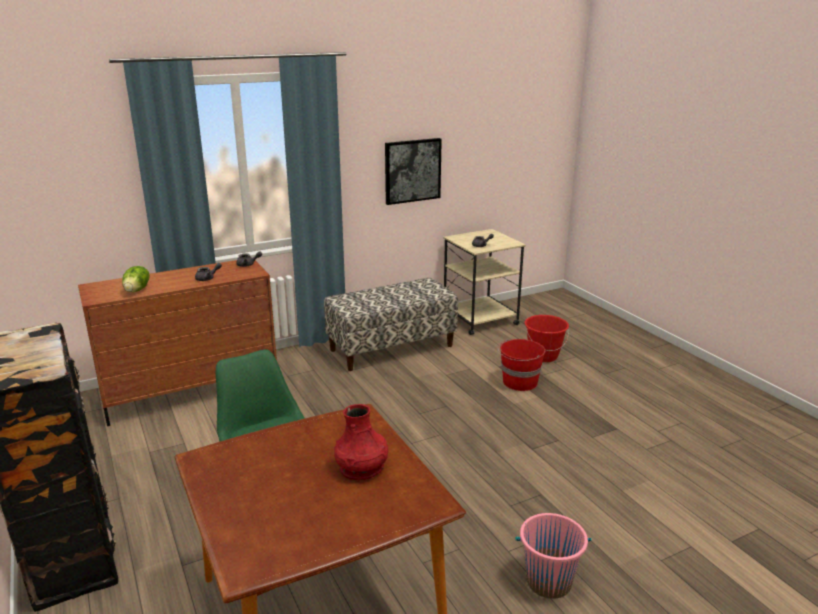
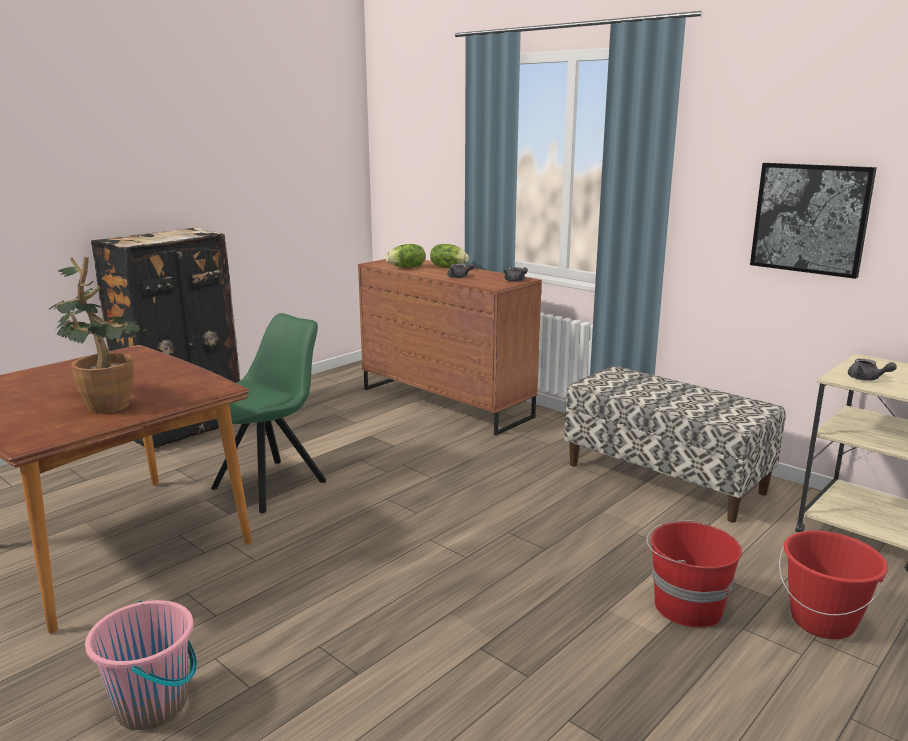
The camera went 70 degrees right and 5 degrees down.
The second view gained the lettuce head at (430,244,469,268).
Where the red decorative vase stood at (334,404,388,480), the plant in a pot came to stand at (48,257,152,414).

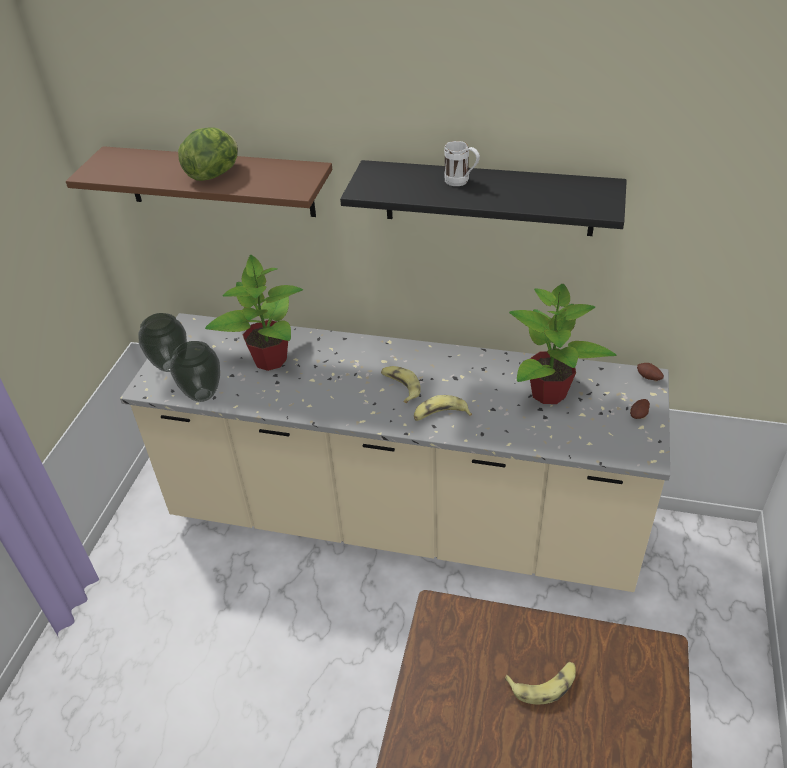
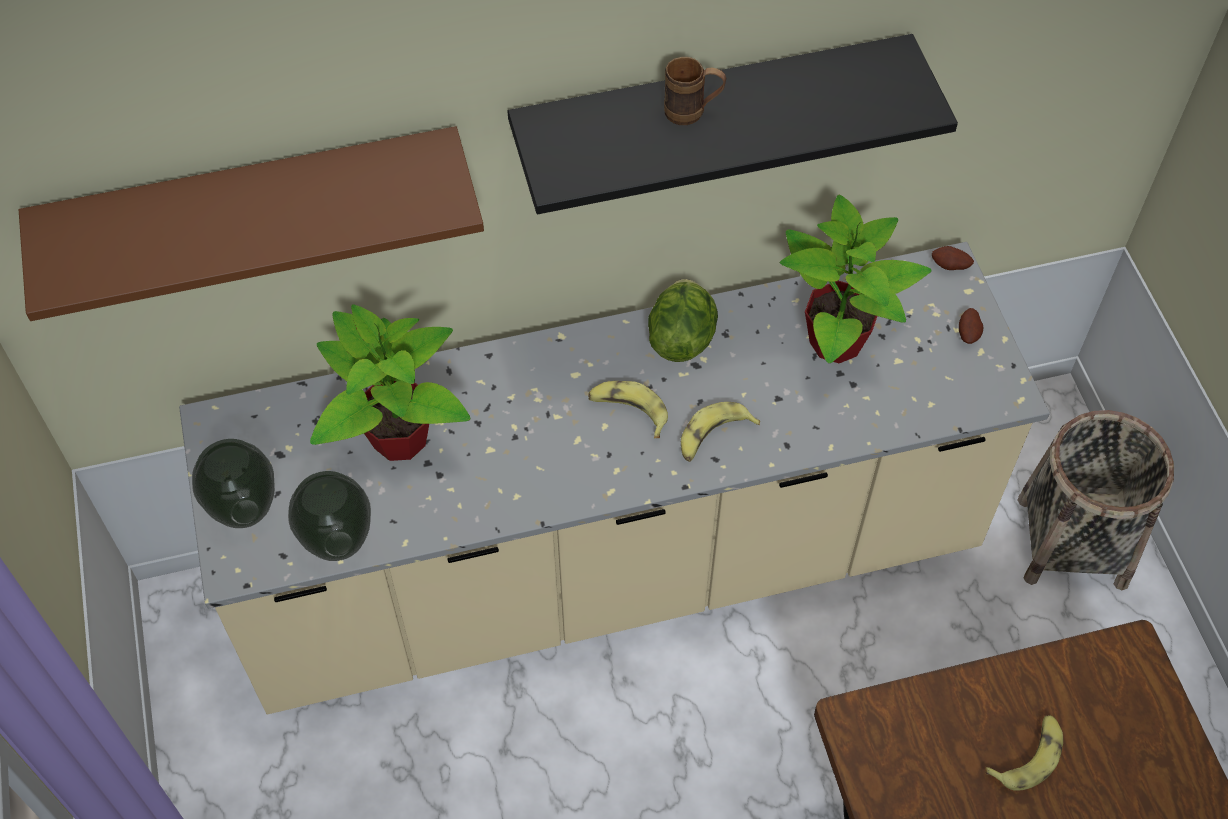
The camera went 30 degrees left and 15 degrees up.
The second view gained the basket at (1018,410,1174,590).
The lettuce head ended up elsewhere, having gone from (178,127,238,181) to (648,279,718,362).
What was the whitish tea mug at (444,141,480,186) turned into the brownish tea mug at (664,57,726,125).

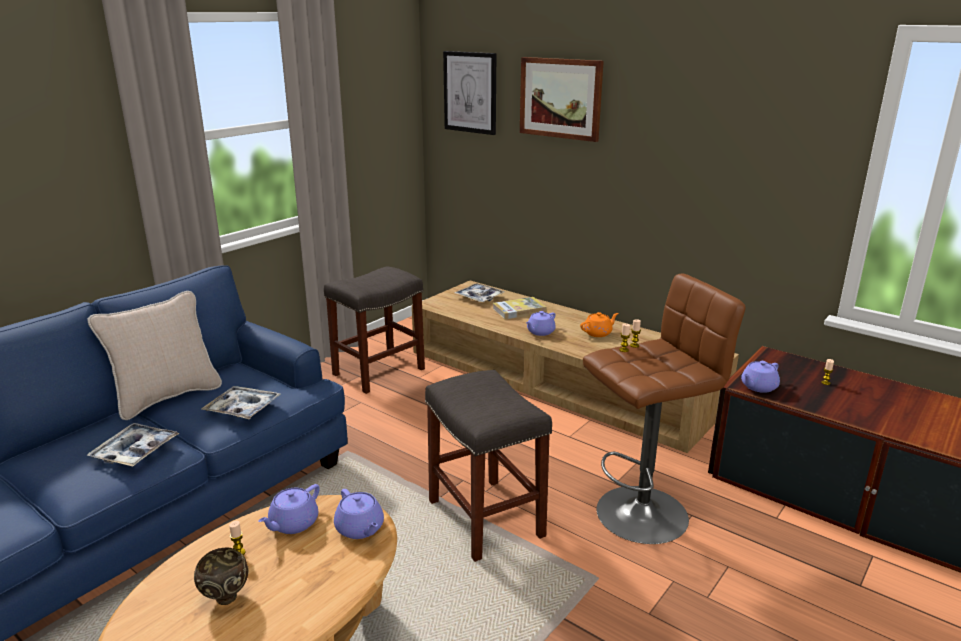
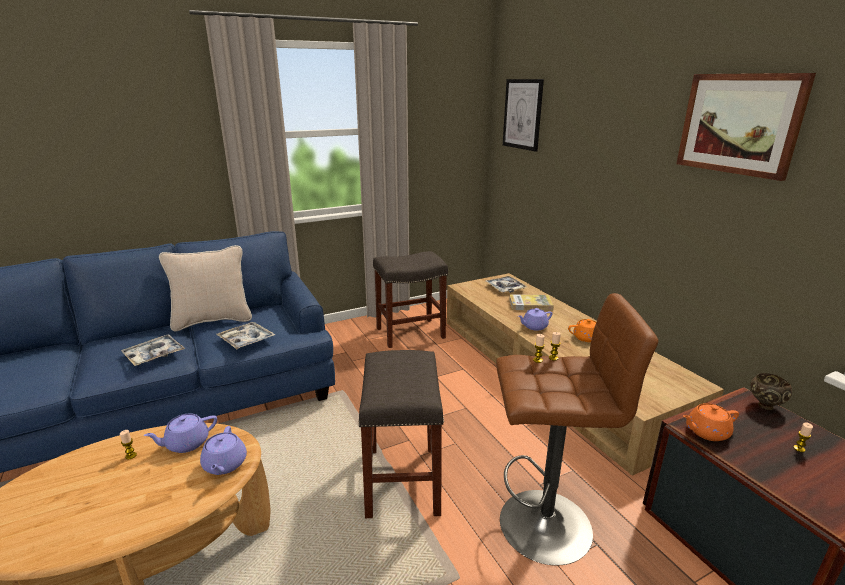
The camera went 25 degrees right and 0 degrees up.
The brownish deep dish ended up elsewhere, having gone from (194,548,248,605) to (750,373,792,410).
The picture ended up elsewhere, having gone from (520,57,604,142) to (676,73,816,181).
What was the purplish pot for tea at (741,361,780,393) turned into the orangey pot for tea at (683,403,739,441).

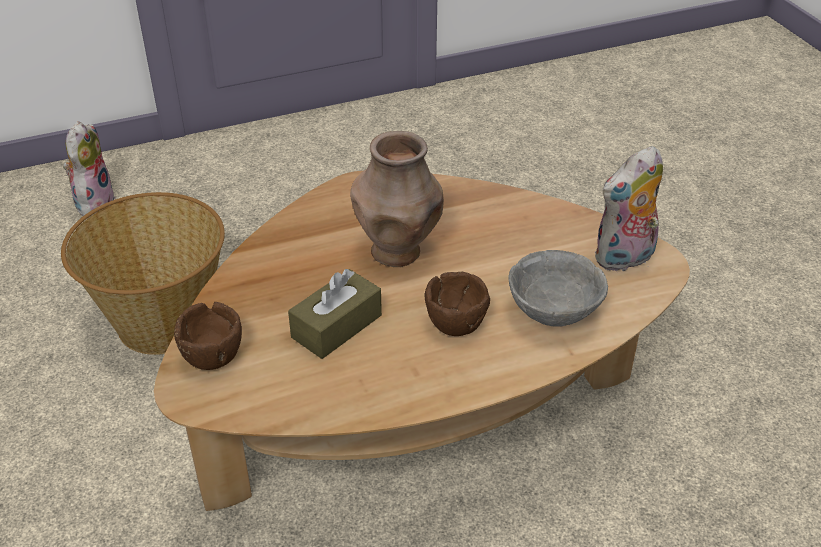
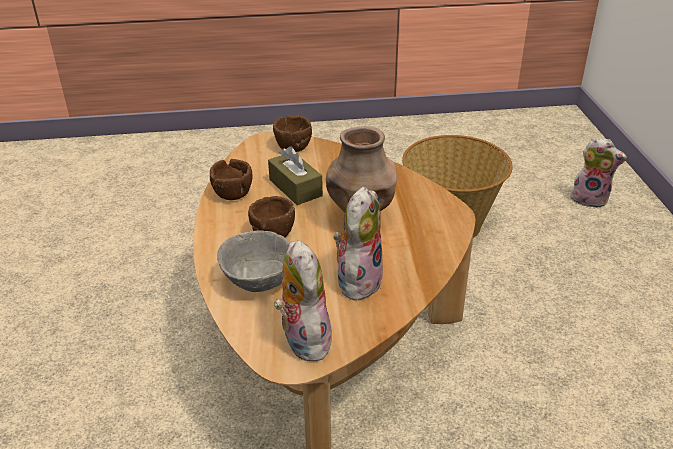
The camera went 105 degrees right and 5 degrees down.
The second view gained the brownish deep dish at (210,159,252,200).
The second view gained the soft toy at (333,187,383,301).

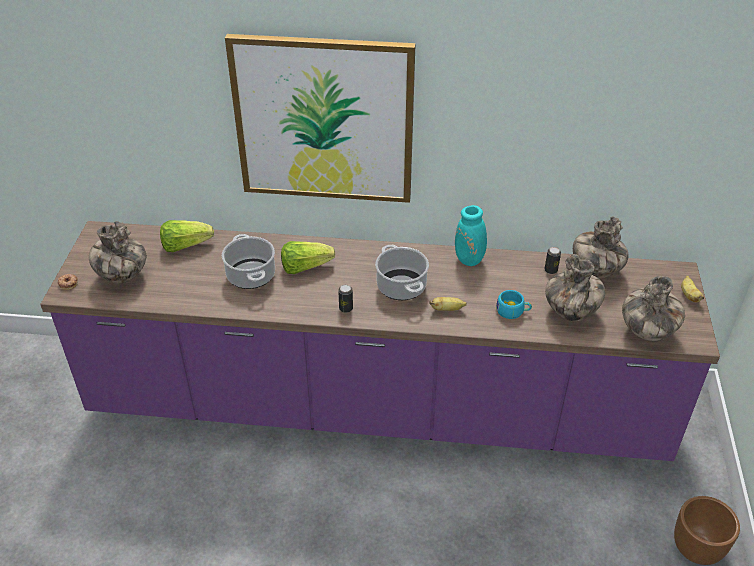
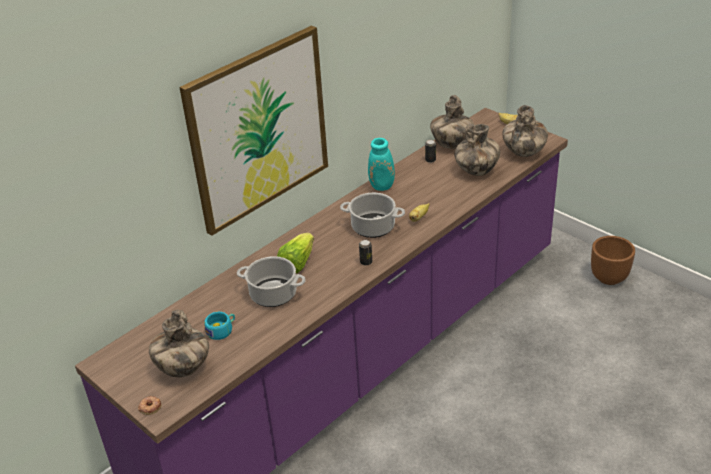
The camera went 50 degrees left and 5 degrees down.
The second view lost the lettuce head at (160,220,214,252).
The blue-green drinking cup ended up elsewhere, having gone from (496,290,532,319) to (204,312,235,340).

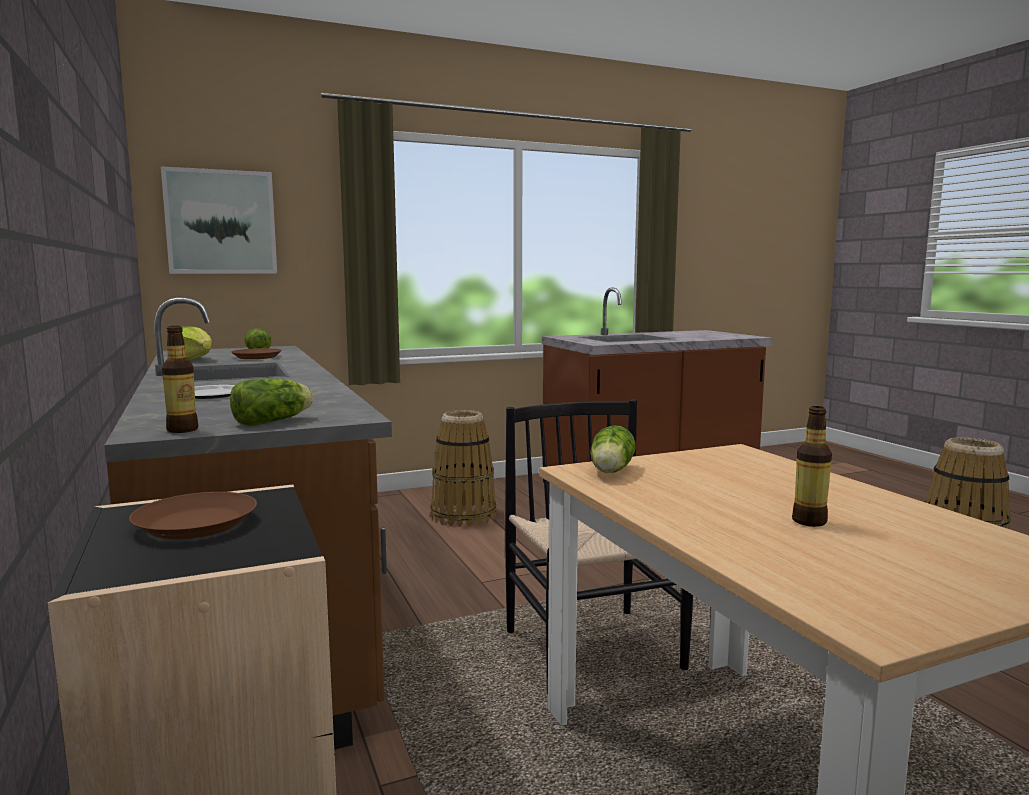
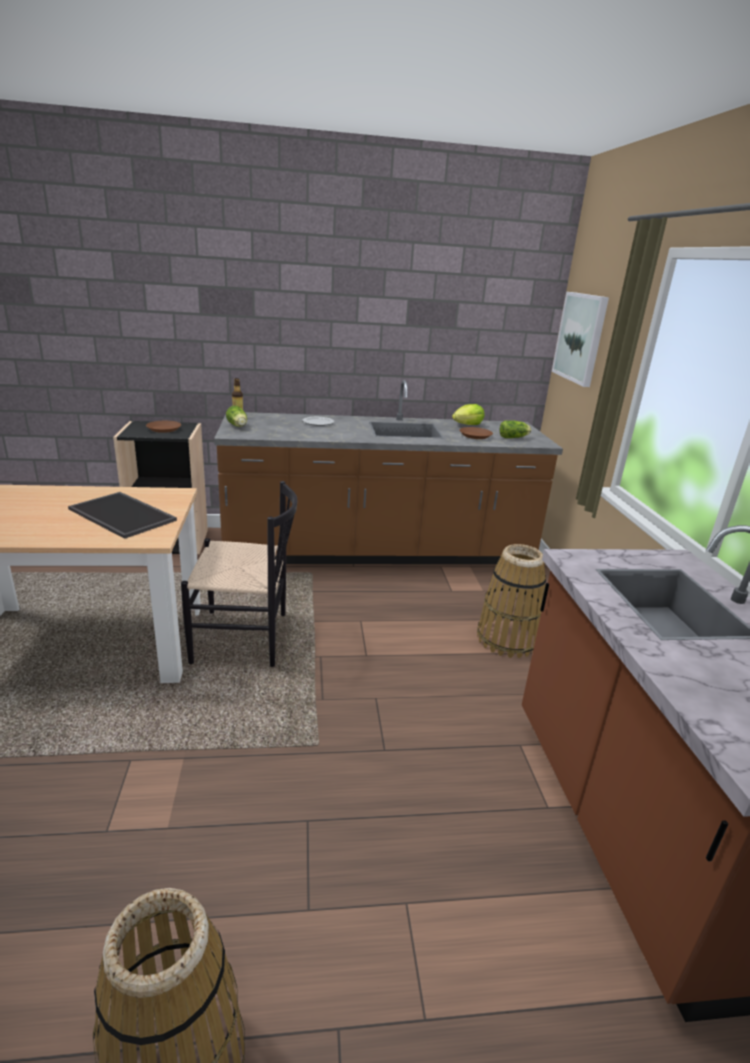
The camera went 105 degrees right and 15 degrees up.
The second view lost the lettuce head at (590,425,636,473).
The second view lost the drink bottle at (792,406,832,527).
The second view gained the serving tray at (68,492,177,539).

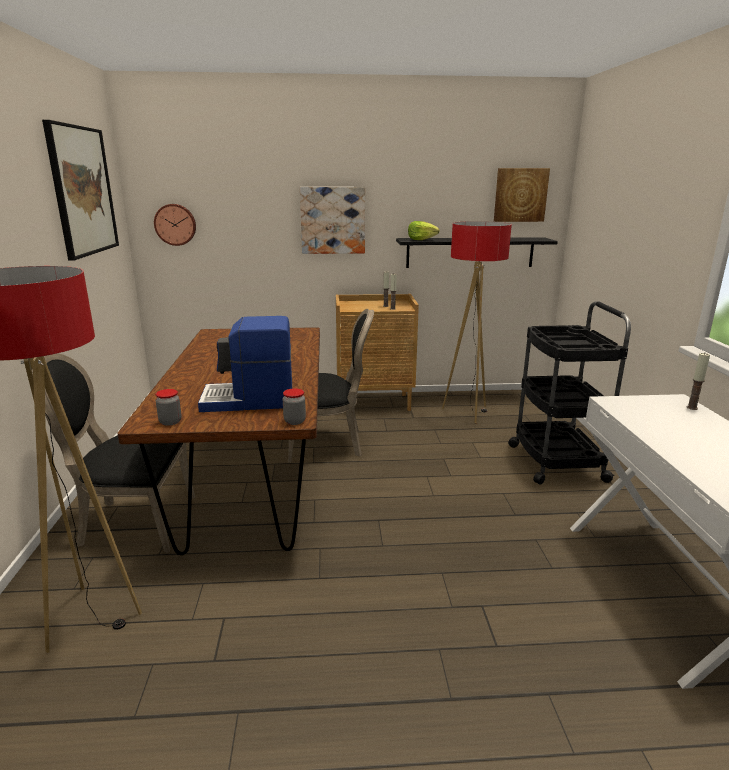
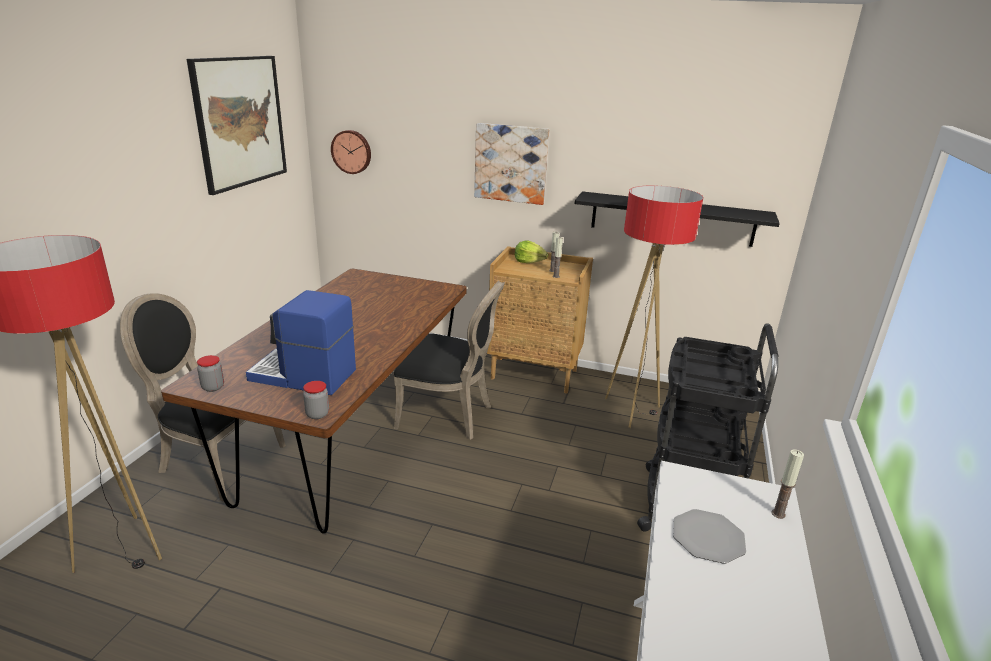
The camera went 20 degrees right and 5 degrees up.
The second view lost the picture at (494,168,550,222).
The second view gained the dinner plate at (673,509,746,564).
The lettuce head ended up elsewhere, having gone from (408,221,439,240) to (515,240,548,263).

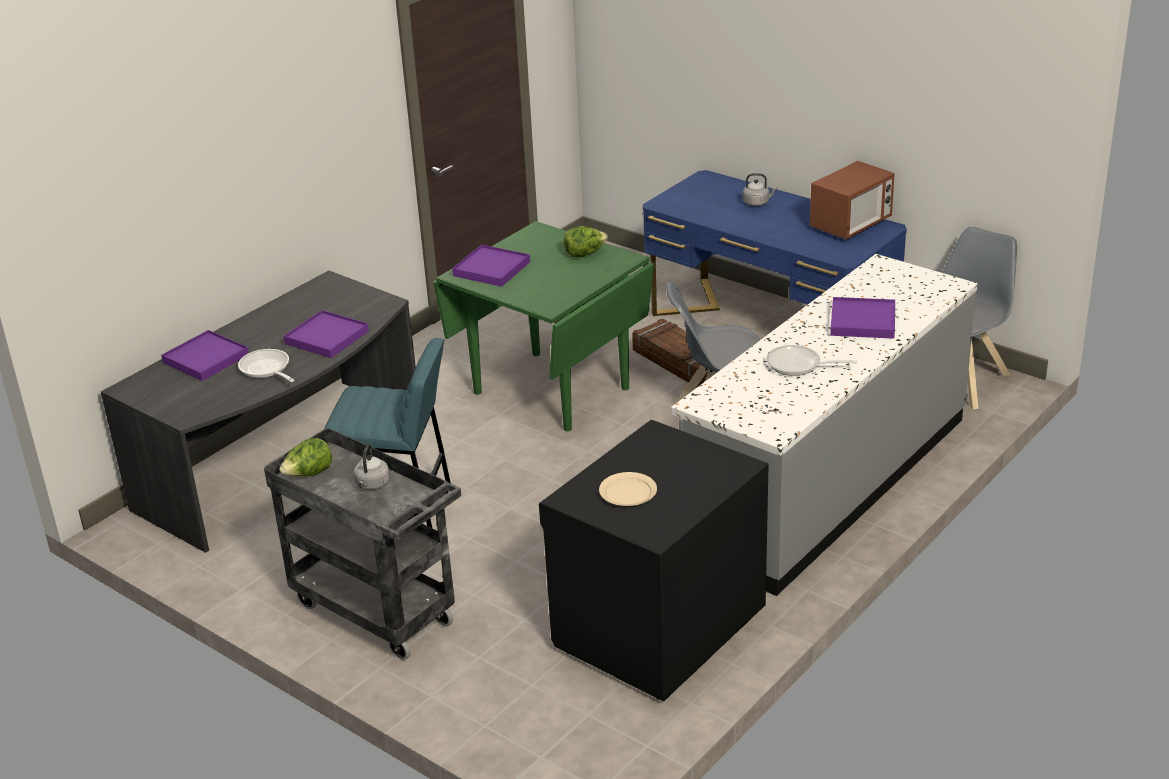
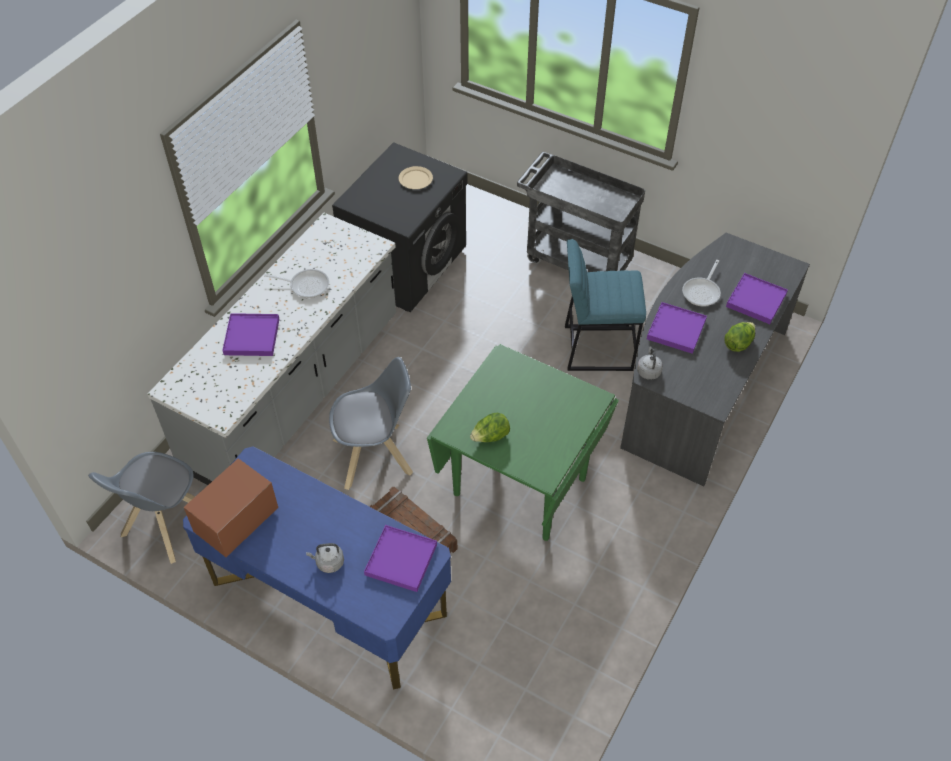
The camera went 170 degrees right and 20 degrees up.
The lettuce head ended up elsewhere, having gone from (279,438,332,476) to (724,322,755,352).
The greyish kettle ended up elsewhere, having gone from (354,444,390,490) to (637,347,663,380).
The purplish serving tray ended up elsewhere, having gone from (452,244,530,287) to (364,525,437,592).
The frying pan at (238,349,294,382) ended up facing another way, 75 degrees clockwise from before.

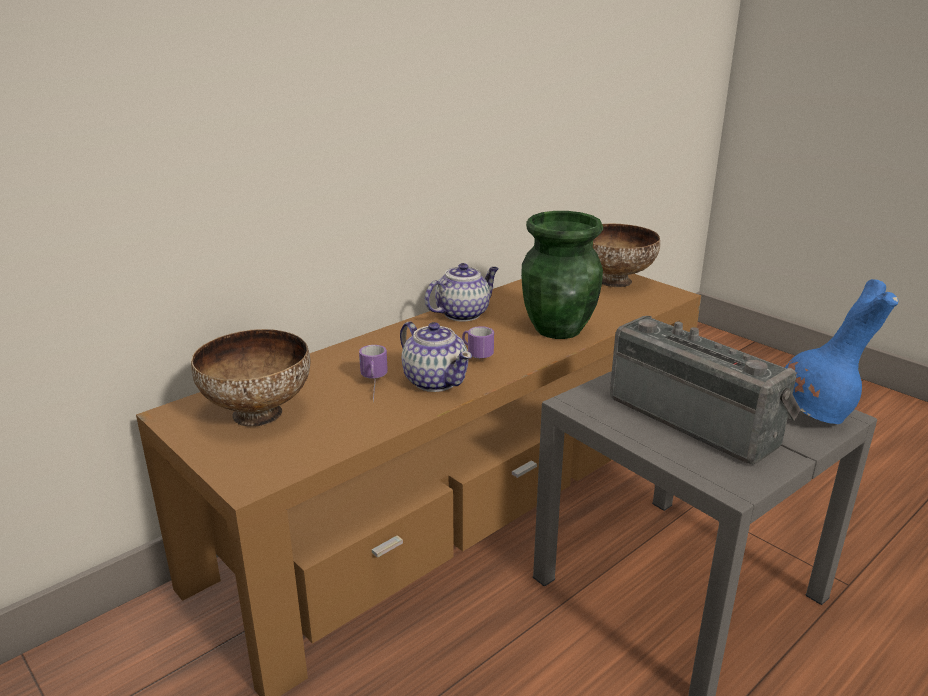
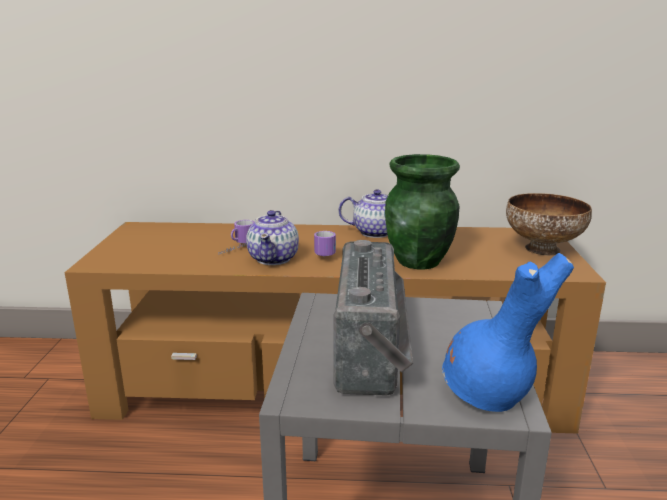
The camera went 45 degrees right and 5 degrees down.
The second view lost the deep dish at (191,329,311,427).

